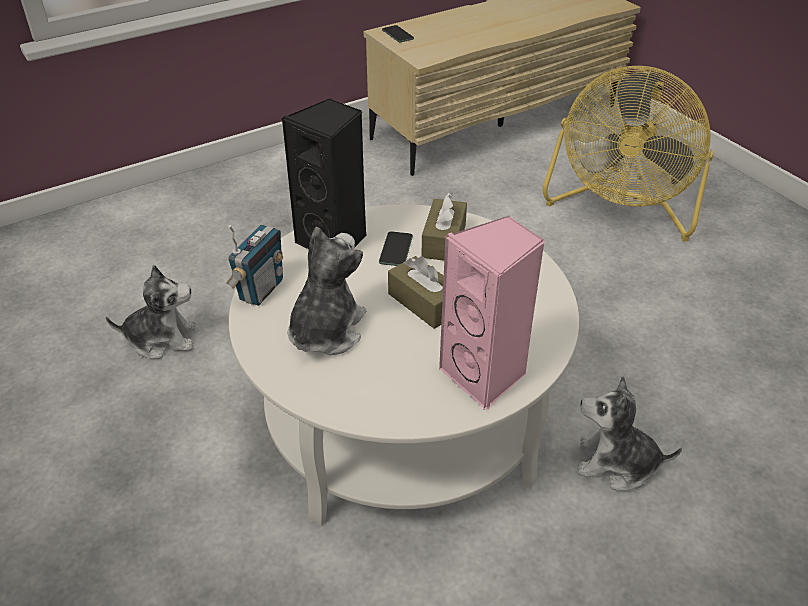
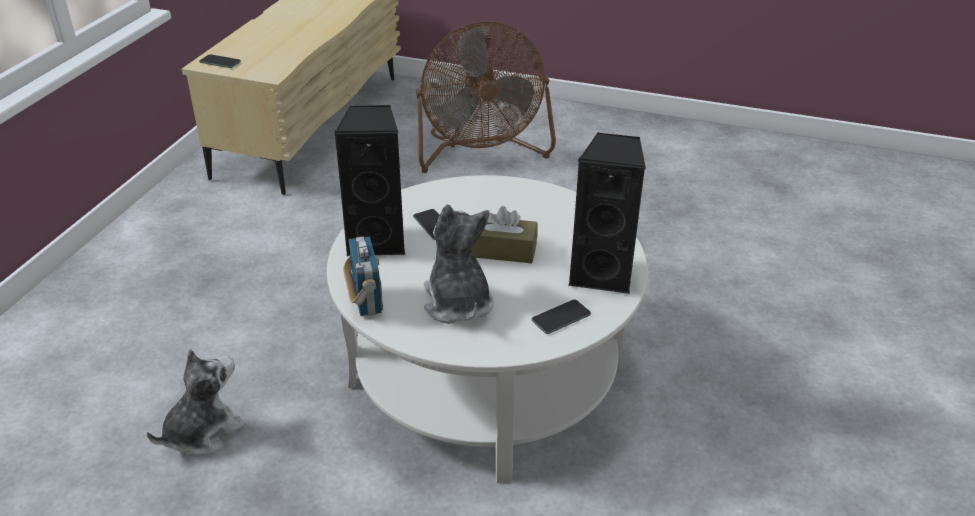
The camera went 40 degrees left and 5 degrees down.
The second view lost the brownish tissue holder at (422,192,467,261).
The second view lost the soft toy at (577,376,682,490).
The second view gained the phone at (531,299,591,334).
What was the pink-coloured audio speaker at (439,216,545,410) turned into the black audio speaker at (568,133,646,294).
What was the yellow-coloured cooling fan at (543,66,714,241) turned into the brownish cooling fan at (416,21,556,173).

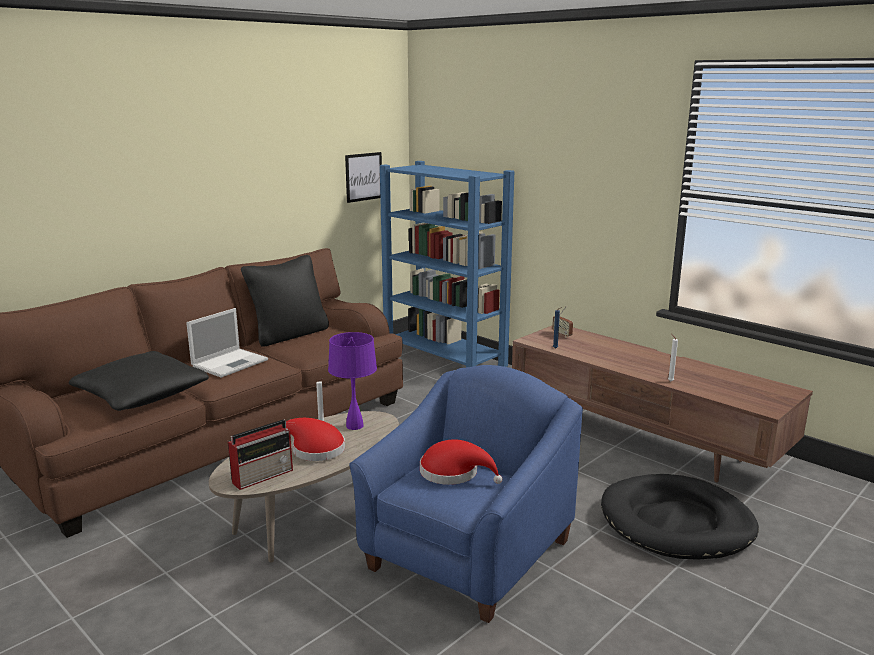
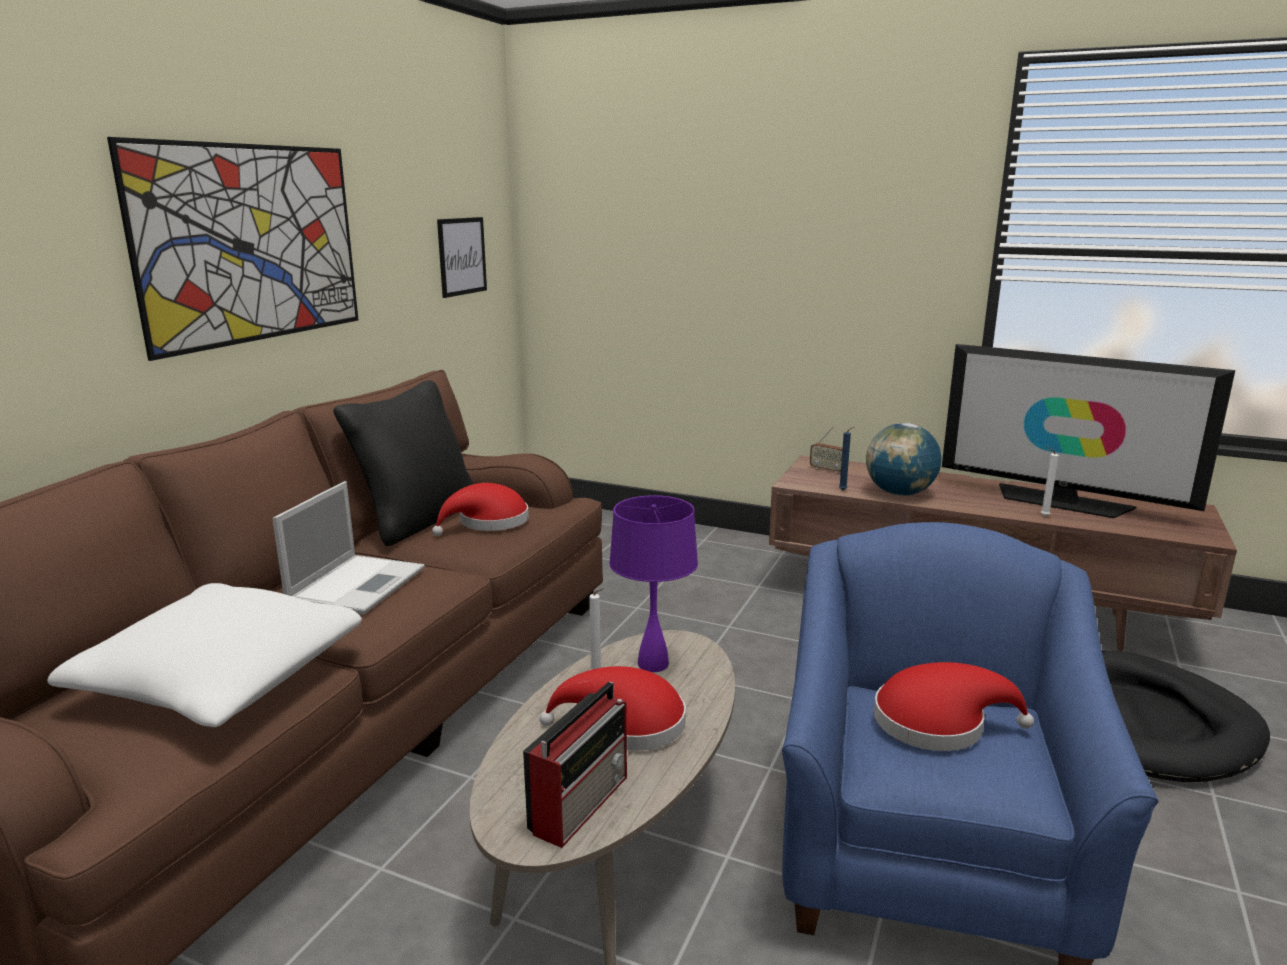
The camera went 20 degrees left and 0 degrees up.
The second view lost the bluish shelving unit at (380,161,514,368).
The second view gained the picture at (107,137,358,361).
The second view gained the red clothing hat at (432,483,529,536).
The second view gained the globe at (866,423,941,496).
The second view gained the television at (942,344,1235,518).
What was the black pillow at (69,351,209,411) turned into the whitish pillow at (47,583,362,727).

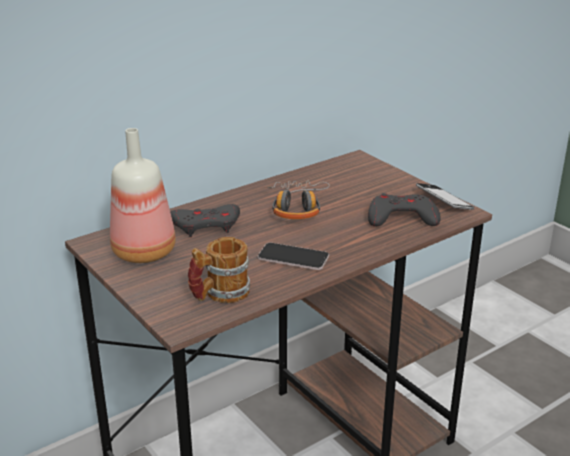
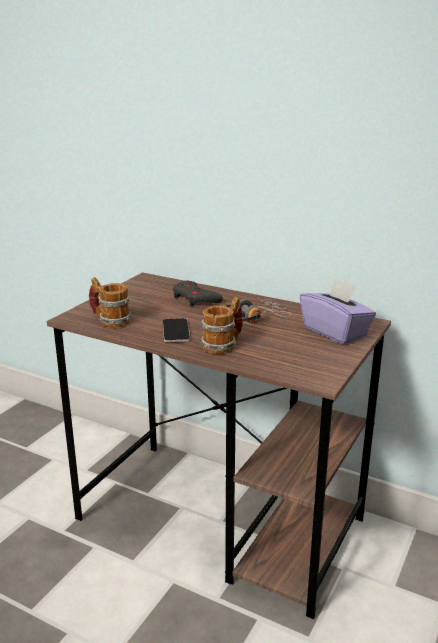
The camera went 65 degrees right and 5 degrees down.
The second view lost the drink bottle at (110,128,176,263).
The second view lost the greyish joypad at (368,193,441,226).
The second view lost the phone at (416,183,474,210).
The second view gained the tea mug at (201,297,243,354).
The second view gained the purplish tissue holder at (300,278,376,344).

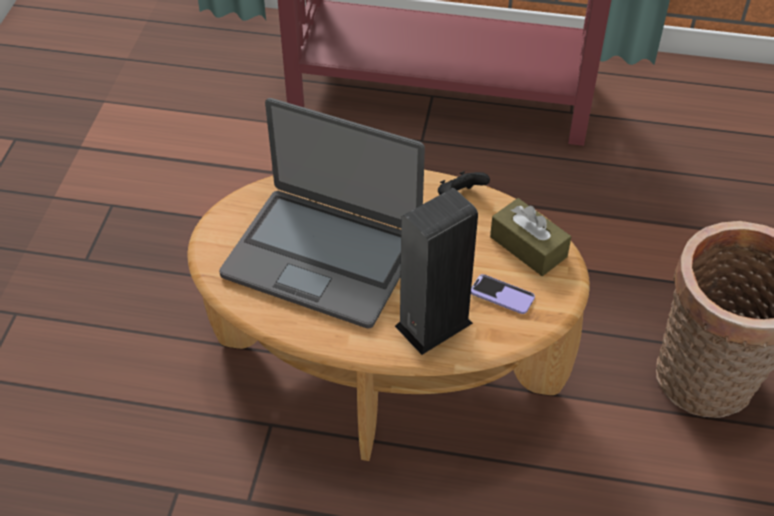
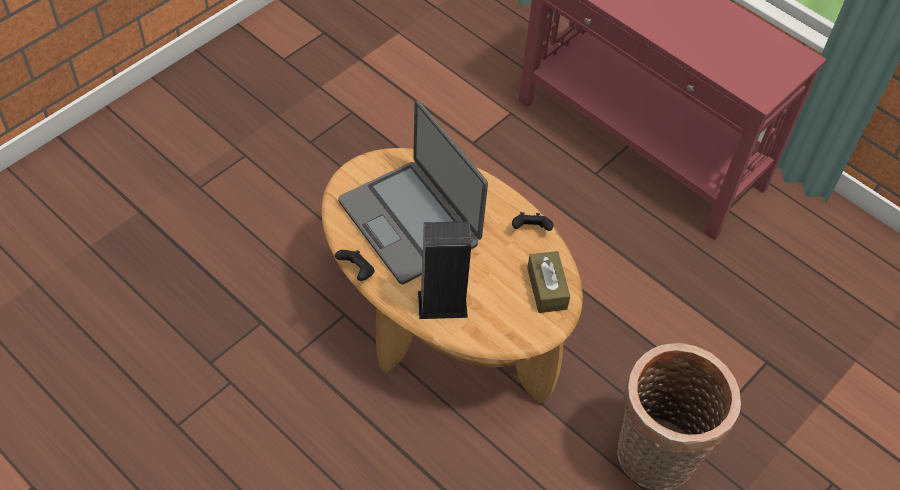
The camera went 30 degrees right and 5 degrees up.
The second view lost the phone at (471,274,535,314).
The second view gained the black joypad at (335,250,375,281).

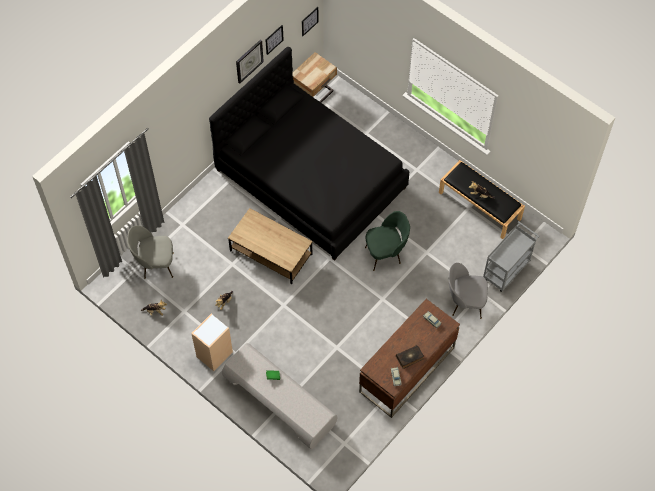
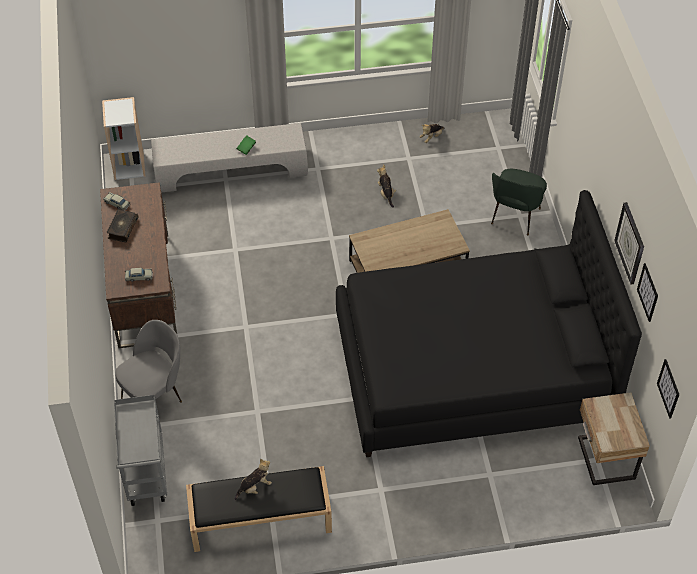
The camera went 130 degrees right and 10 degrees down.
The second view lost the greyish plain chair at (127,225,174,279).
The shelving unit ended up elsewhere, having gone from (191,314,233,371) to (102,97,146,180).
The green plain chair ended up elsewhere, having gone from (365,211,410,271) to (491,169,547,236).

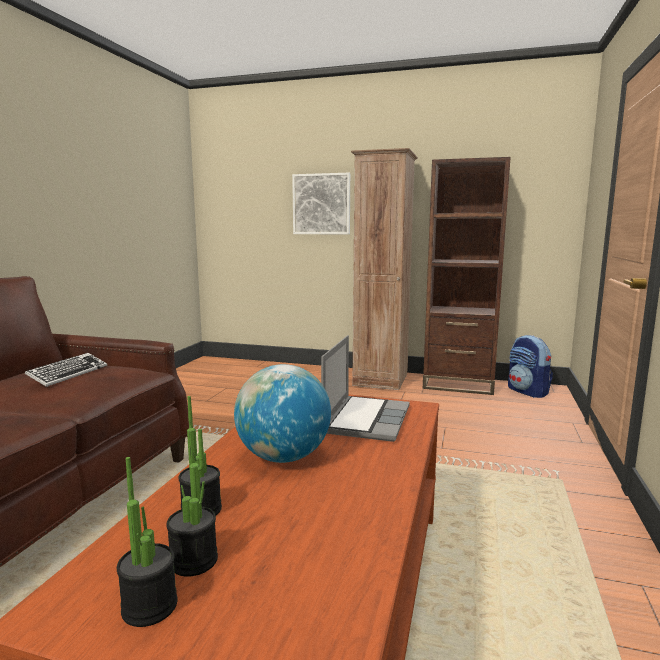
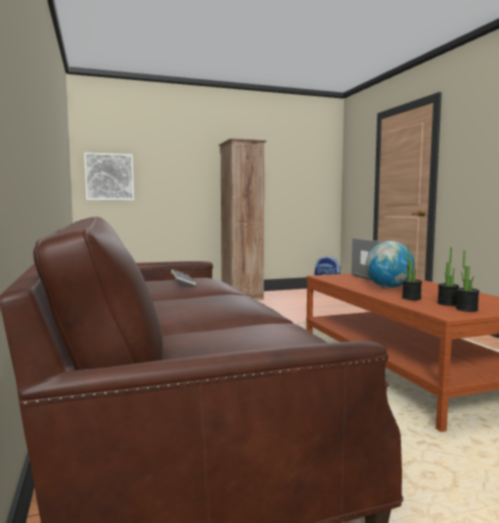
The camera went 35 degrees left and 5 degrees down.
The second view lost the brownish shelving unit at (423,157,511,395).
The picture ended up elsewhere, having gone from (292,173,350,234) to (84,153,134,200).

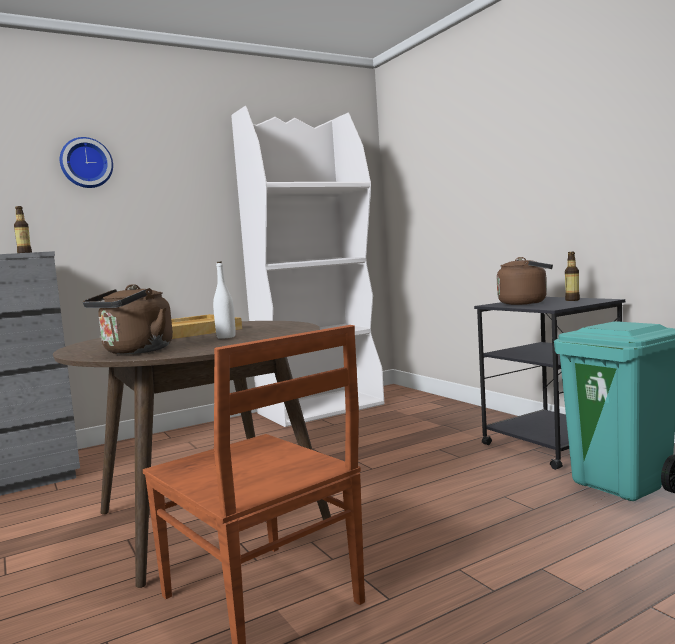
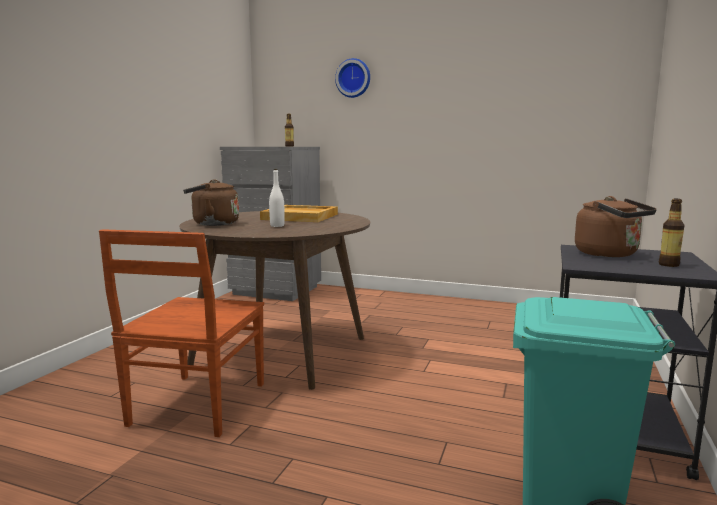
The camera went 50 degrees right and 5 degrees up.
The second view lost the whitish shelving unit at (231,106,385,427).

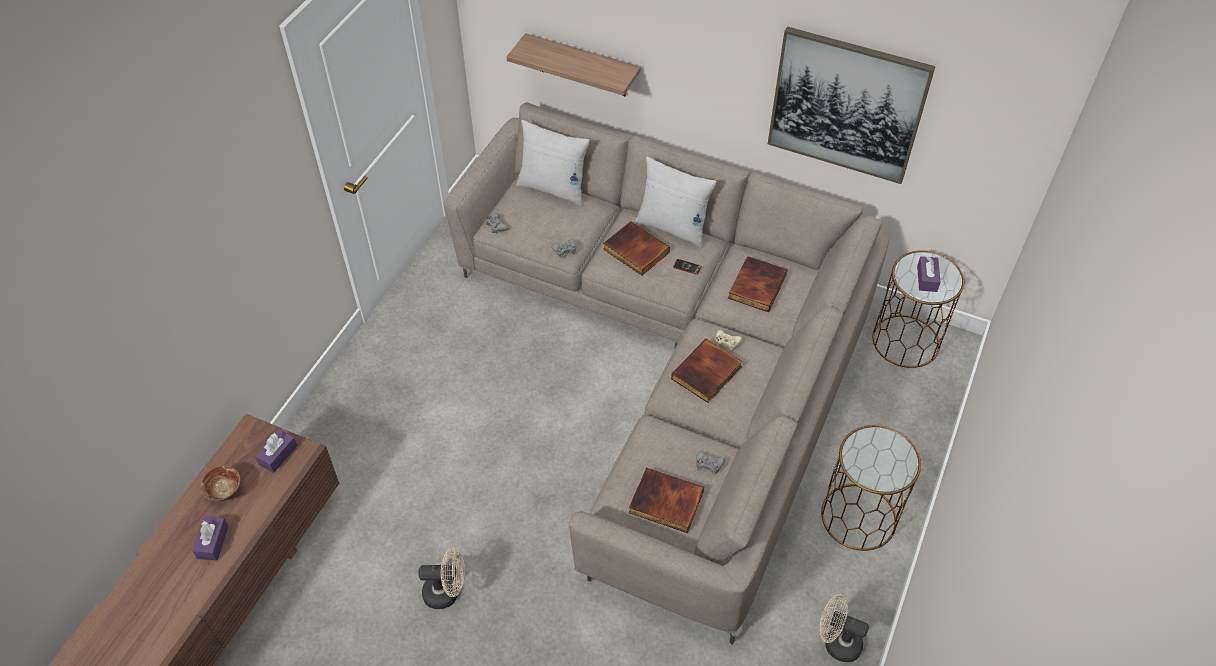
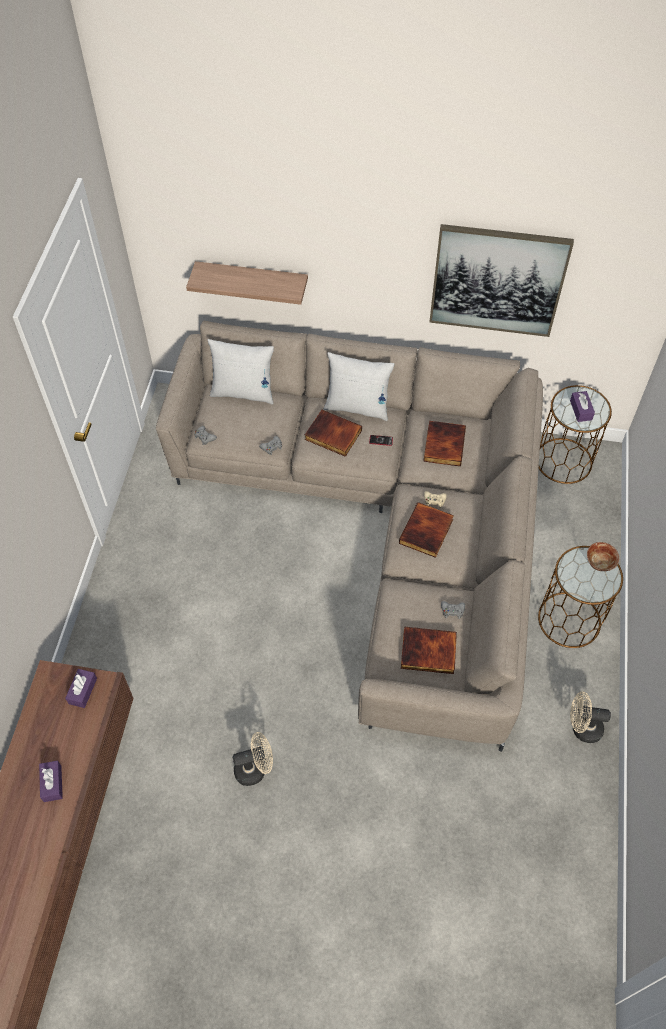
The camera went 15 degrees left and 5 degrees up.
The deep dish ended up elsewhere, having gone from (200,465,241,501) to (587,542,619,571).

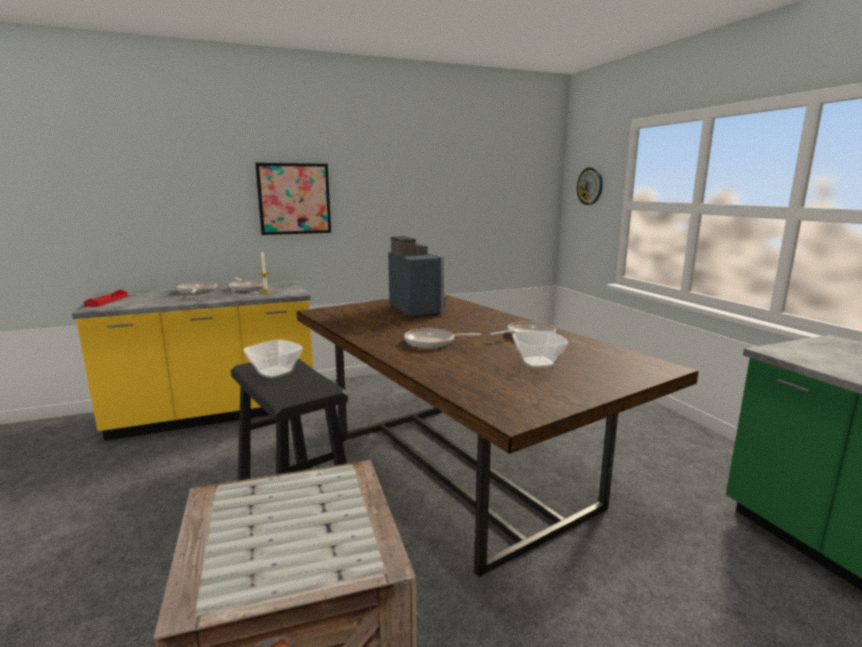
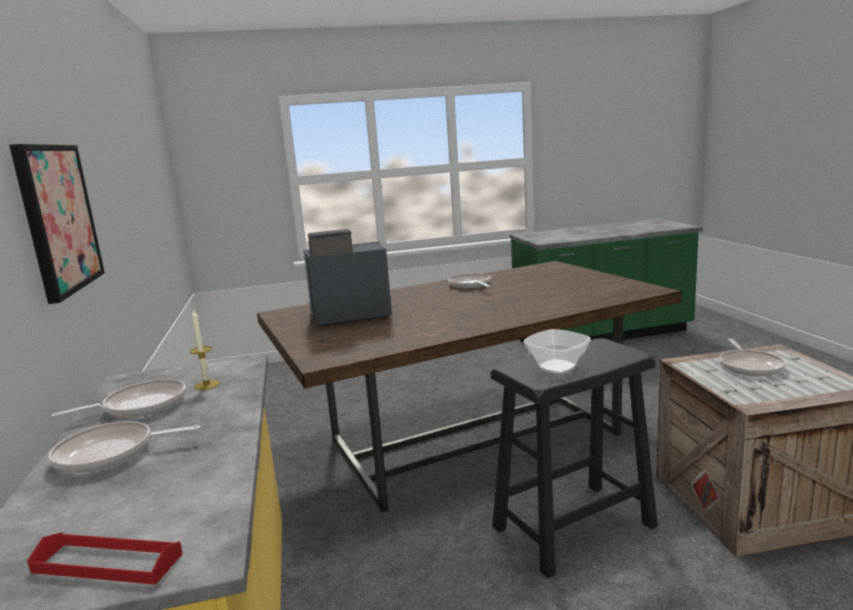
The camera went 80 degrees left and 0 degrees up.
The second view lost the deep dish at (513,331,568,367).
The second view lost the clock on the wall at (577,167,603,205).
The frying pan ended up elsewhere, having gone from (404,328,482,348) to (719,339,786,377).

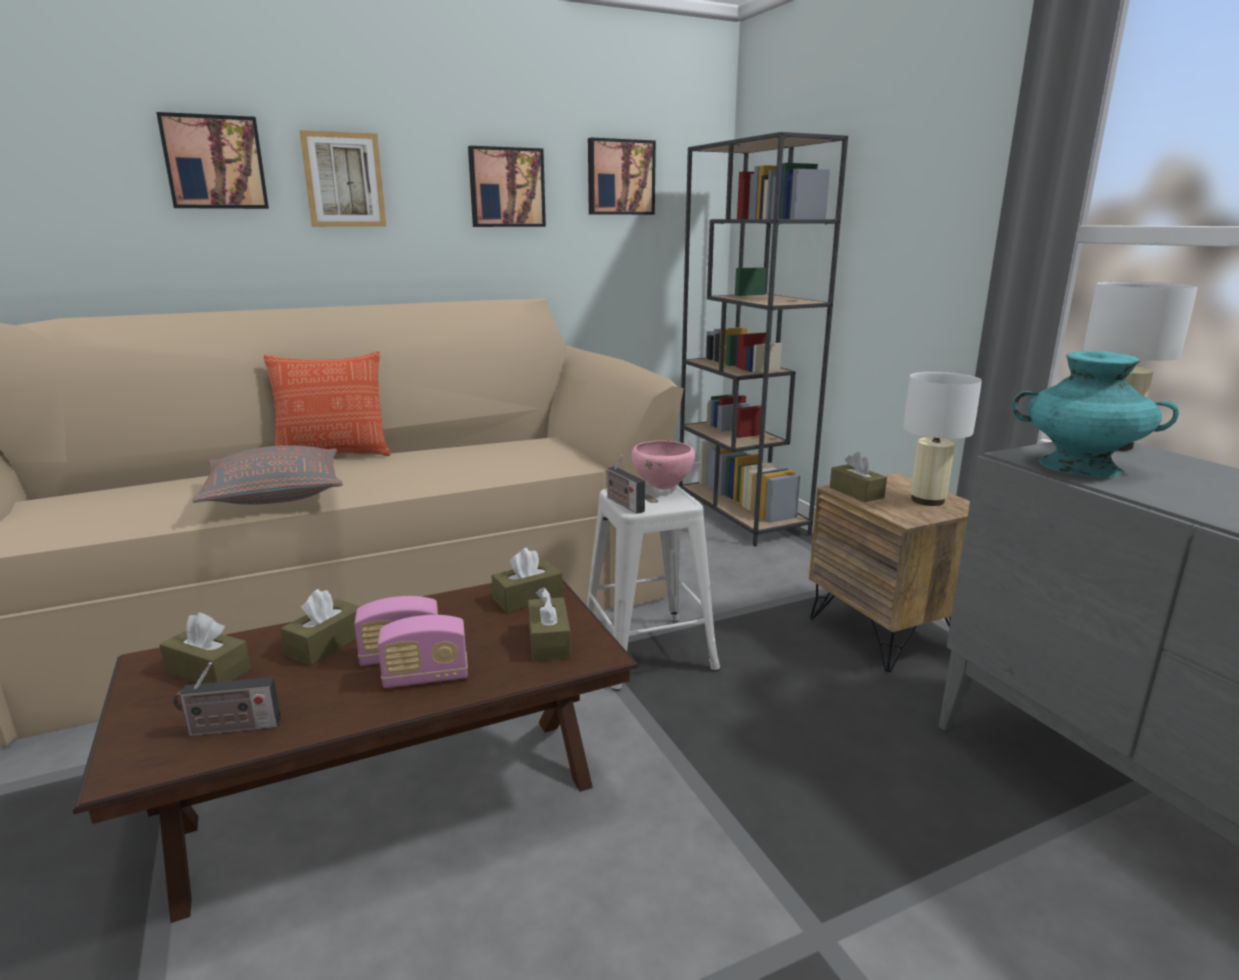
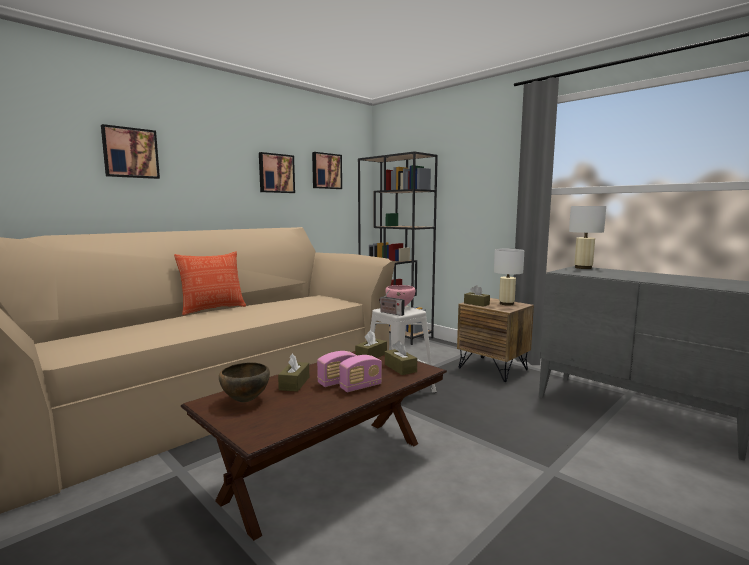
The camera went 20 degrees left and 10 degrees down.
The second view lost the radio set at (173,662,281,736).
The second view lost the greyish pillow at (193,445,343,505).
The second view lost the picture at (300,130,386,227).
The second view lost the blue-green decorative vase at (1012,351,1179,477).
Where the brownish tissue holder stood at (160,613,251,684), the brownish deep dish came to stand at (219,362,270,402).

